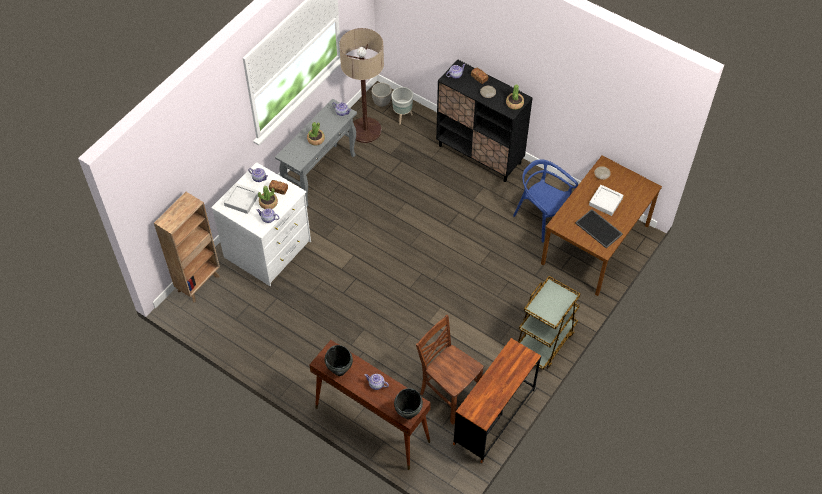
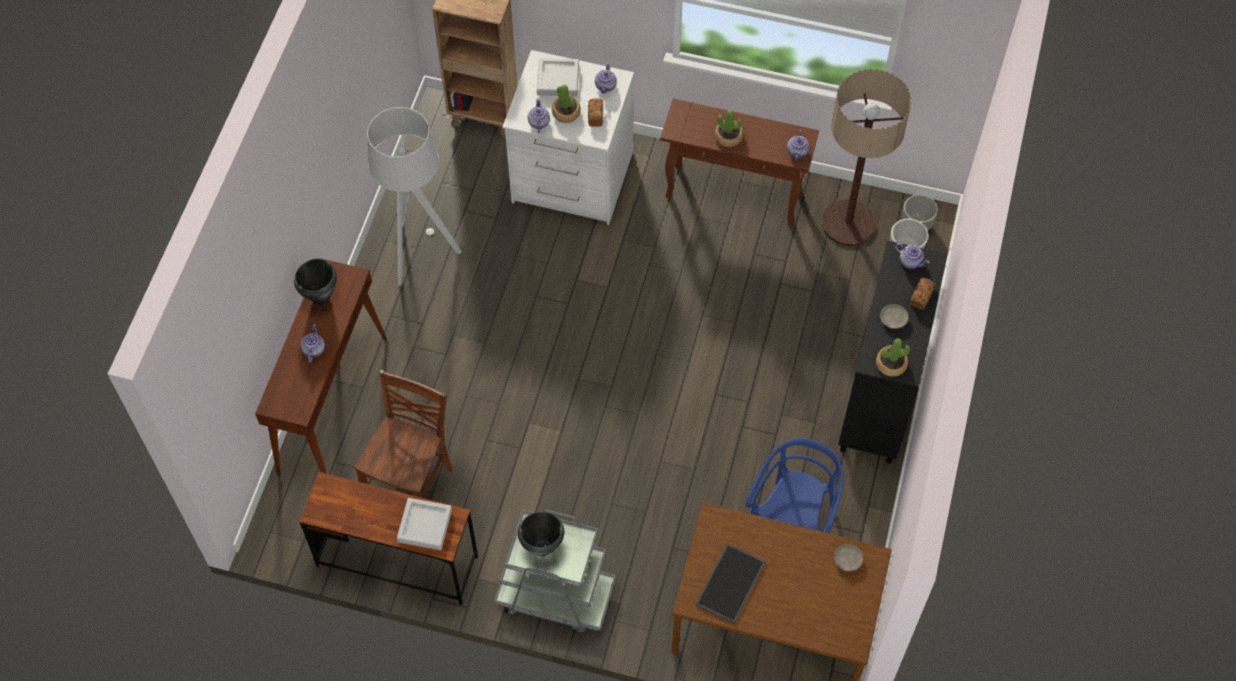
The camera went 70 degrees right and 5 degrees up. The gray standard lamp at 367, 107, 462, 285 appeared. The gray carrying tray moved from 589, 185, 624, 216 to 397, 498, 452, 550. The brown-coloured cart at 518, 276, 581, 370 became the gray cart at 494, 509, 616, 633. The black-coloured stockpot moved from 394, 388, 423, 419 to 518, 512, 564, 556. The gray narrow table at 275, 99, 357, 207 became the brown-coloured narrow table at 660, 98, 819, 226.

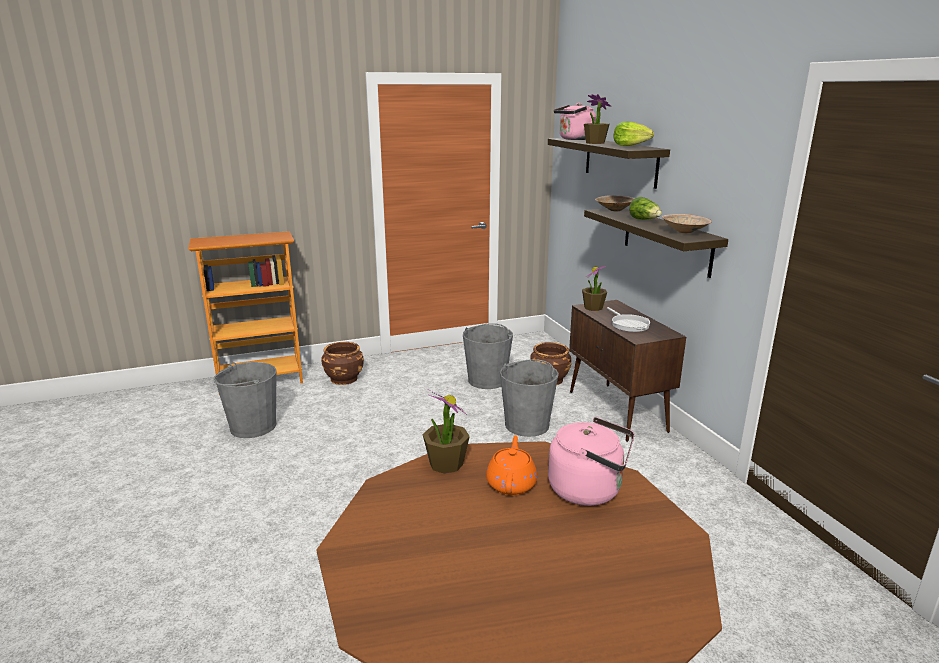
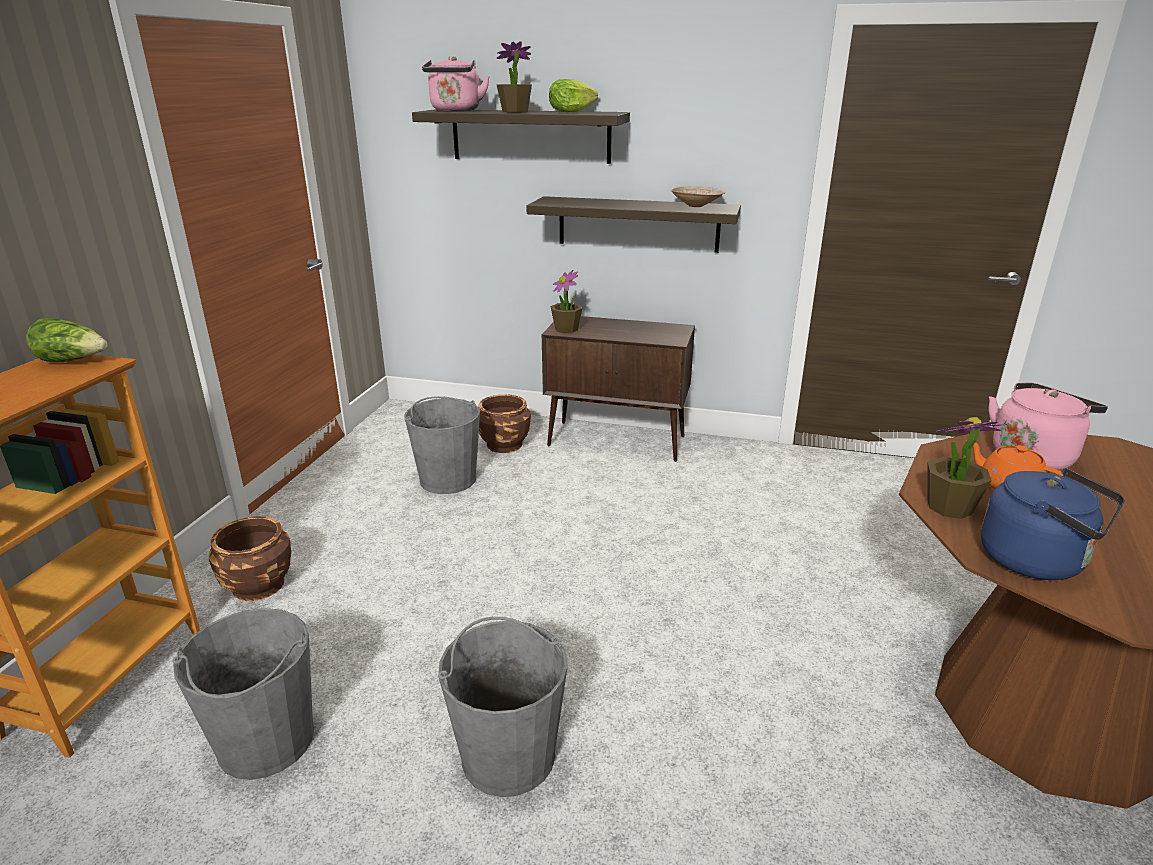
The camera went 55 degrees left and 5 degrees up. The lettuce moved from 629, 197, 662, 220 to 26, 318, 107, 362. The gray water bucket moved from 500, 359, 559, 437 to 438, 617, 568, 797. The blue water kettle at 981, 468, 1124, 580 appeared. The beige bowl at 595, 195, 635, 211 disappeared. The skillet at 607, 307, 650, 332 disappeared.

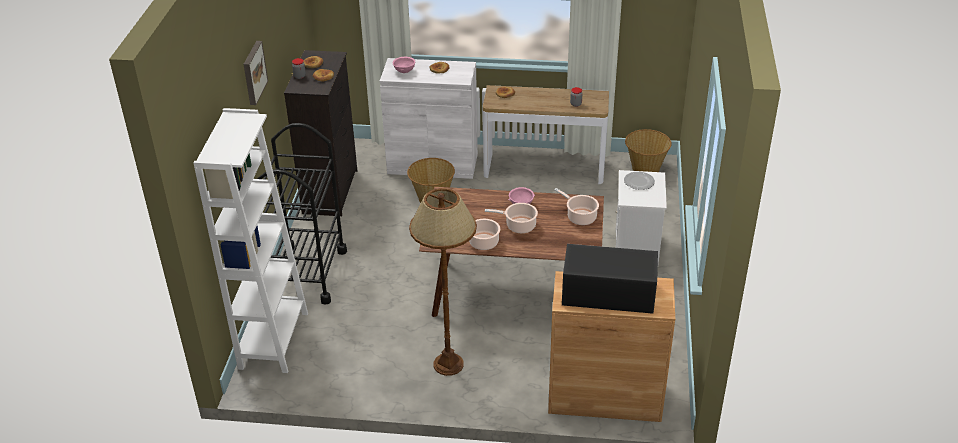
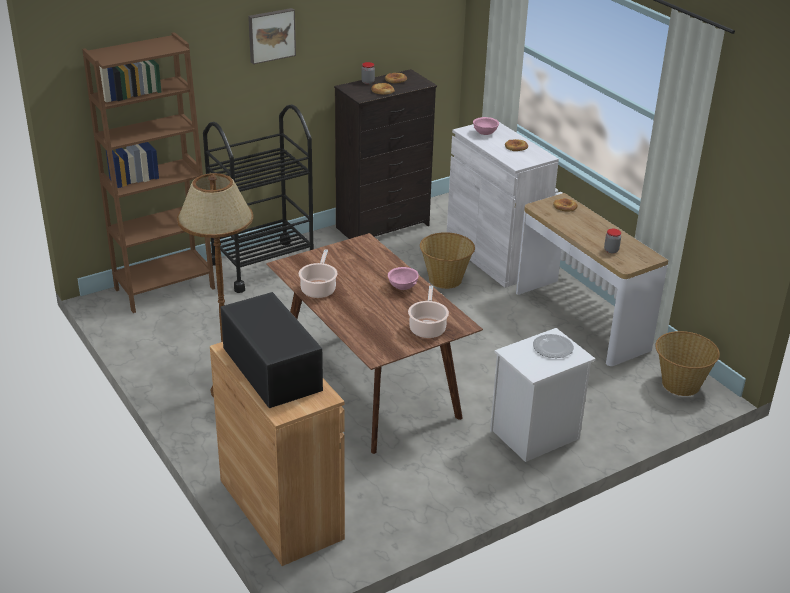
The camera went 50 degrees right and 5 degrees down. The whitish shelving unit at 193, 108, 308, 373 became the brown-coloured shelving unit at 82, 32, 215, 313. The stockpot at 485, 203, 538, 233 disappeared.

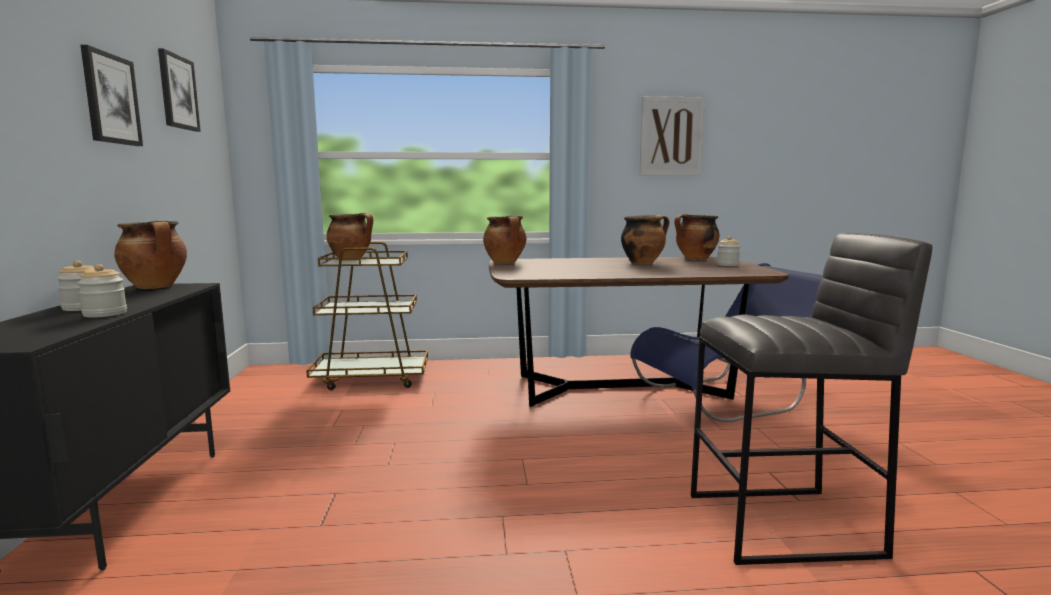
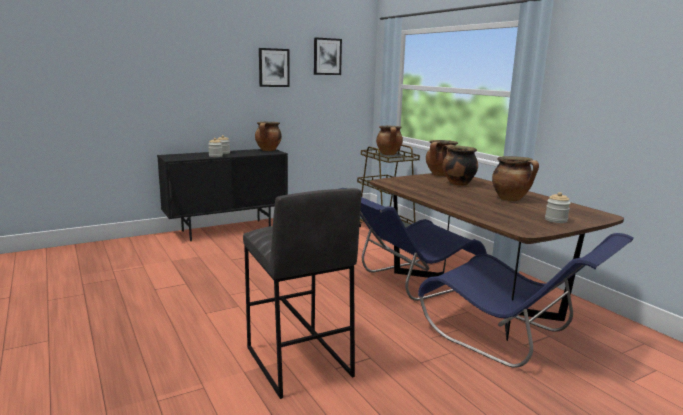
The camera went 65 degrees right and 5 degrees up. The blue plain chair at 339, 188, 486, 301 appeared. The stockpot moved from 674, 214, 719, 260 to 442, 145, 478, 186. The picture at 639, 96, 705, 176 disappeared.

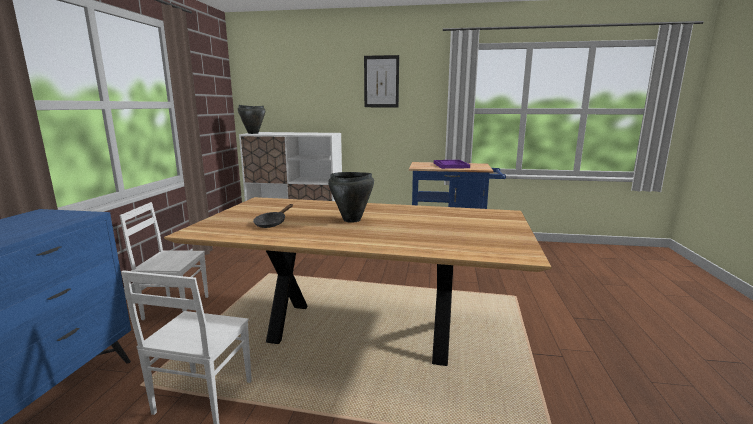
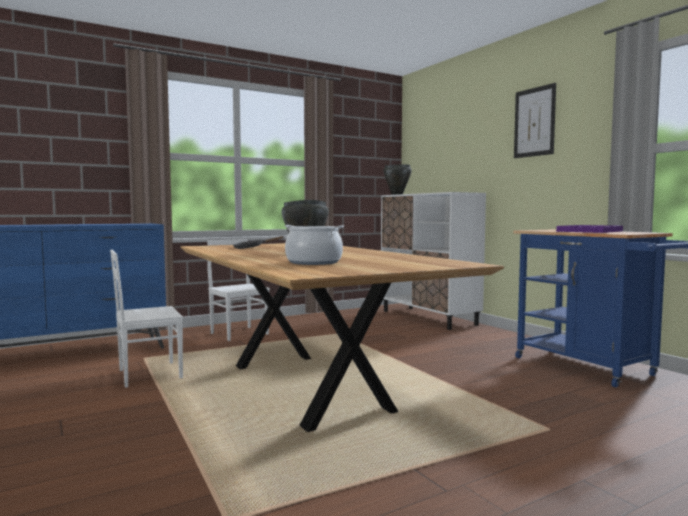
The camera went 50 degrees right and 10 degrees down. The stockpot at 285, 225, 344, 265 appeared.

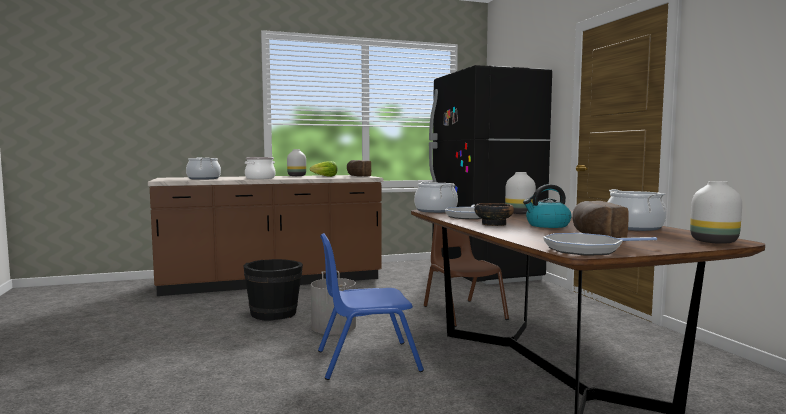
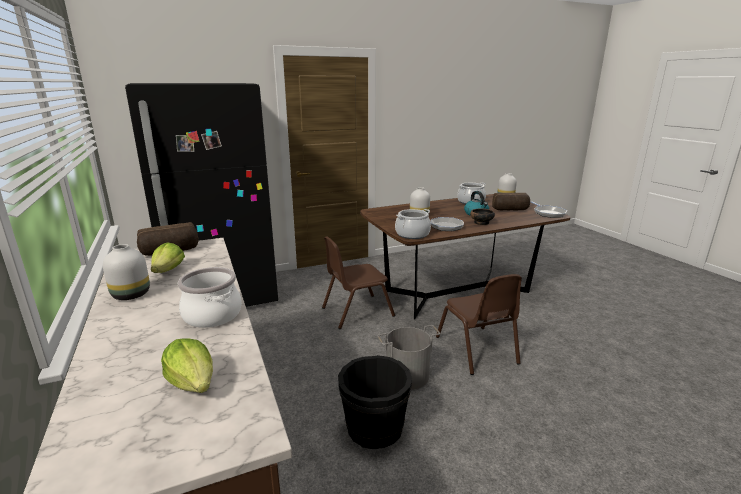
The camera went 95 degrees left and 15 degrees up. The stockpot at 186, 157, 221, 180 was replaced by the lettuce at 161, 338, 213, 393. The blue plain chair at 318, 233, 424, 380 became the brown-coloured plain chair at 436, 274, 522, 375.

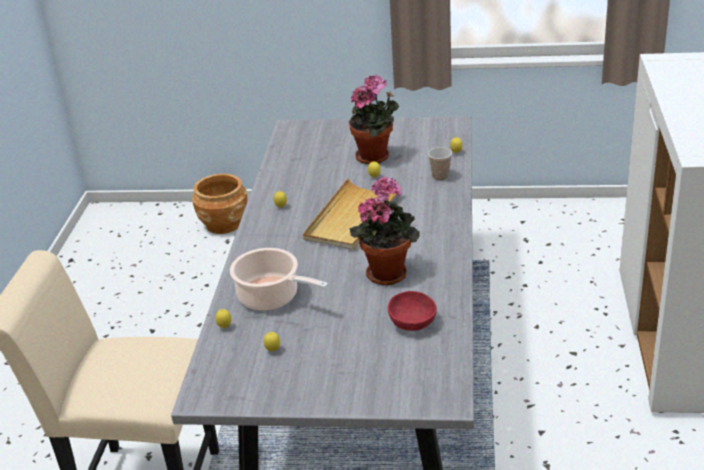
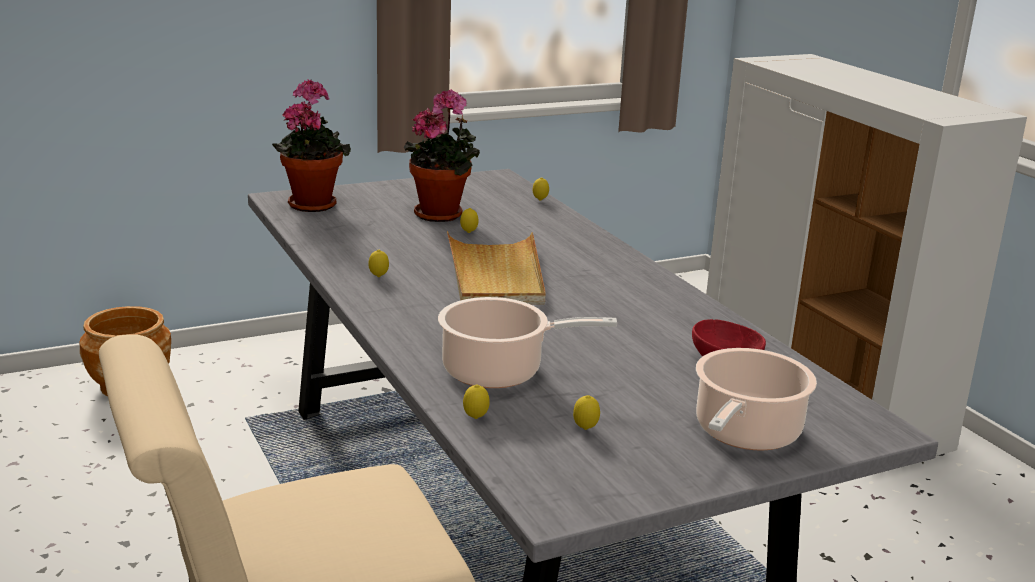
The camera went 35 degrees left and 10 degrees down. The plant in a pot moved from 349, 176, 420, 285 to 272, 79, 351, 212. The stockpot at 696, 348, 817, 451 appeared. The small cup at 428, 147, 452, 181 disappeared.

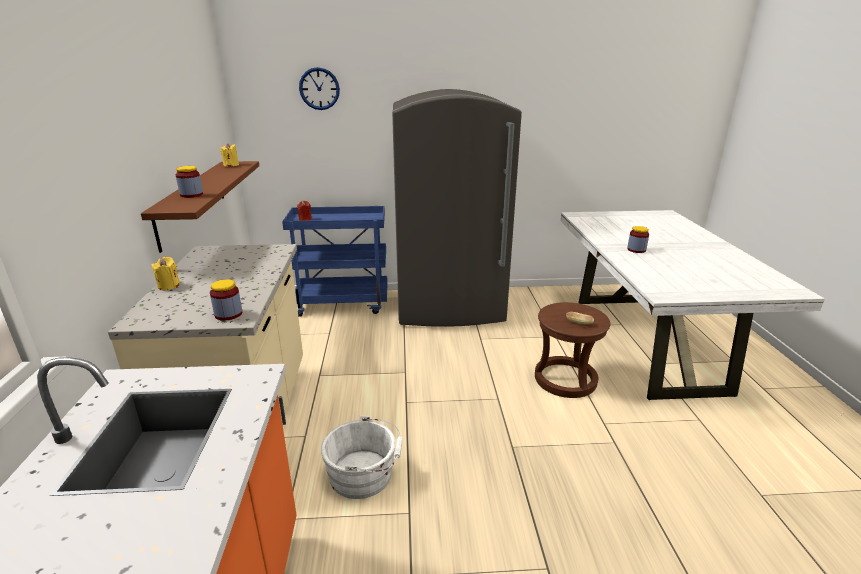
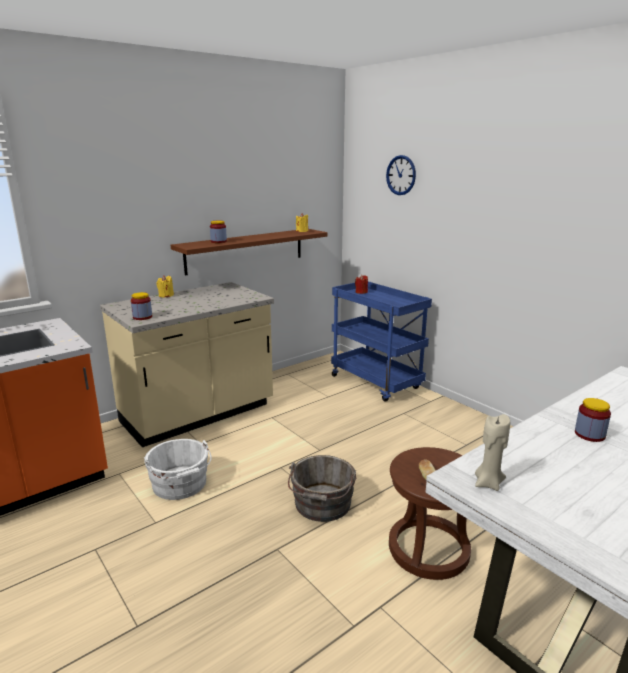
The camera went 55 degrees right and 5 degrees down. The gray water bucket at 288, 455, 356, 522 appeared. The beige candle at 475, 414, 510, 491 appeared. The gray refrigerator at 392, 89, 522, 327 disappeared.

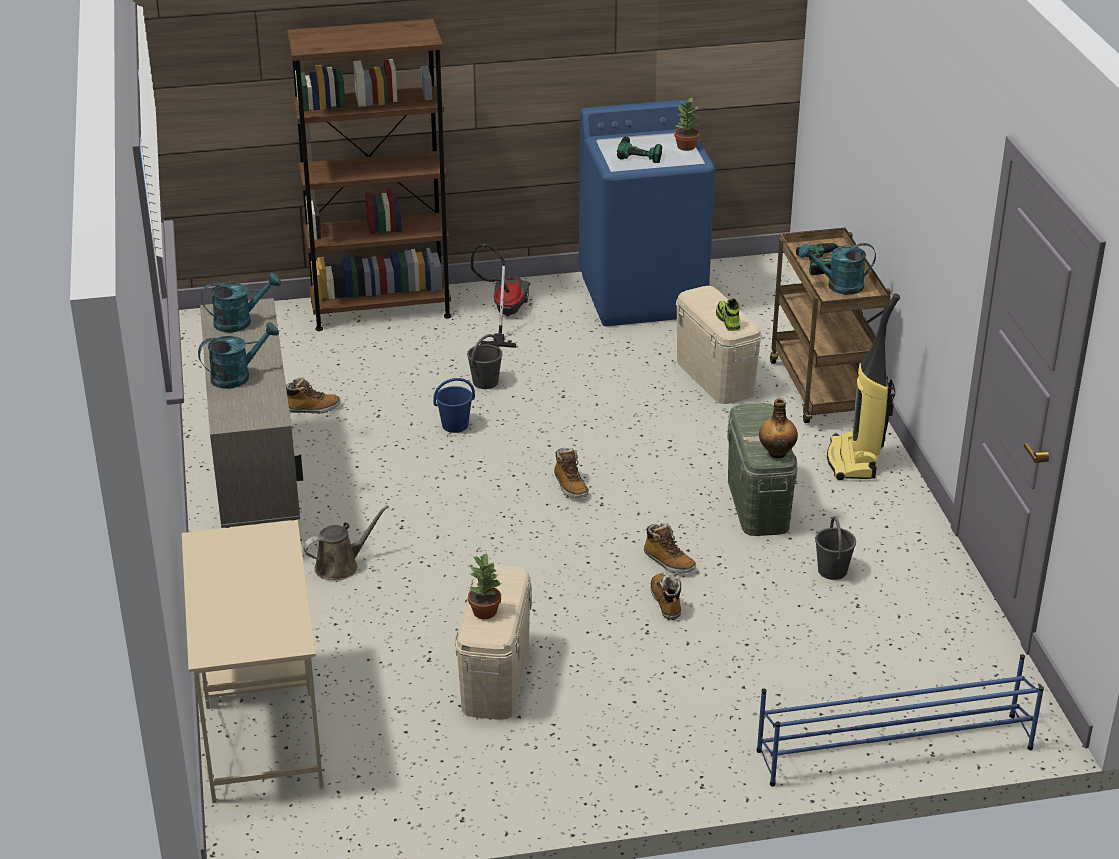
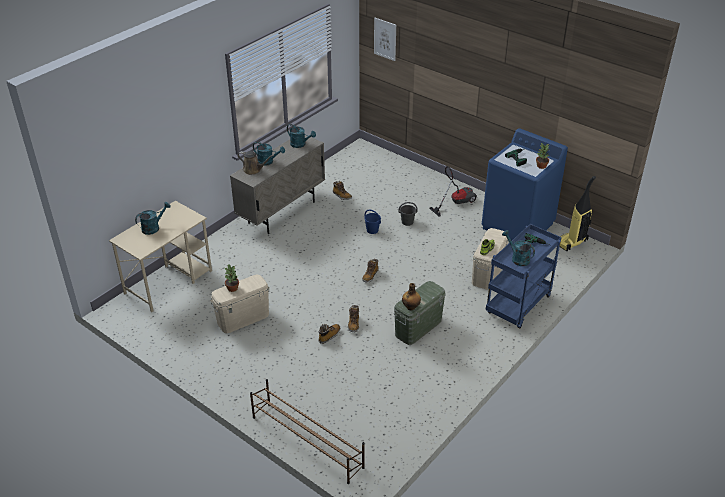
The camera went 50 degrees right and 5 degrees up. The turquoise-coloured watering can at 135, 202, 171, 235 appeared. The brown-coloured watering can moved from 303, 505, 389, 580 to 237, 151, 274, 175. The blue shoe rack at 756, 654, 1044, 787 became the brown-coloured shoe rack at 250, 379, 365, 484. The picture at 374, 18, 396, 61 appeared. The brown-coloured cart at 770, 228, 891, 423 became the blue cart at 486, 224, 562, 329. The vacuum cleaner moved from 827, 293, 900, 480 to 560, 176, 596, 252. The brown-coloured shelving unit at 287, 19, 451, 331 disappeared. The gray water bucket at 815, 516, 856, 580 disappeared.

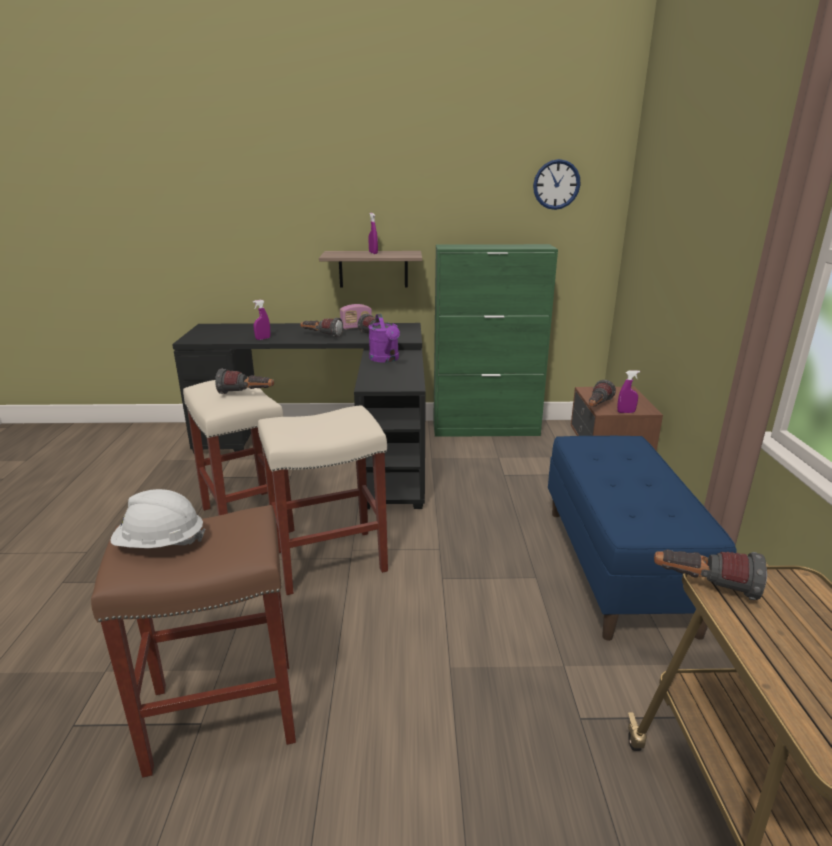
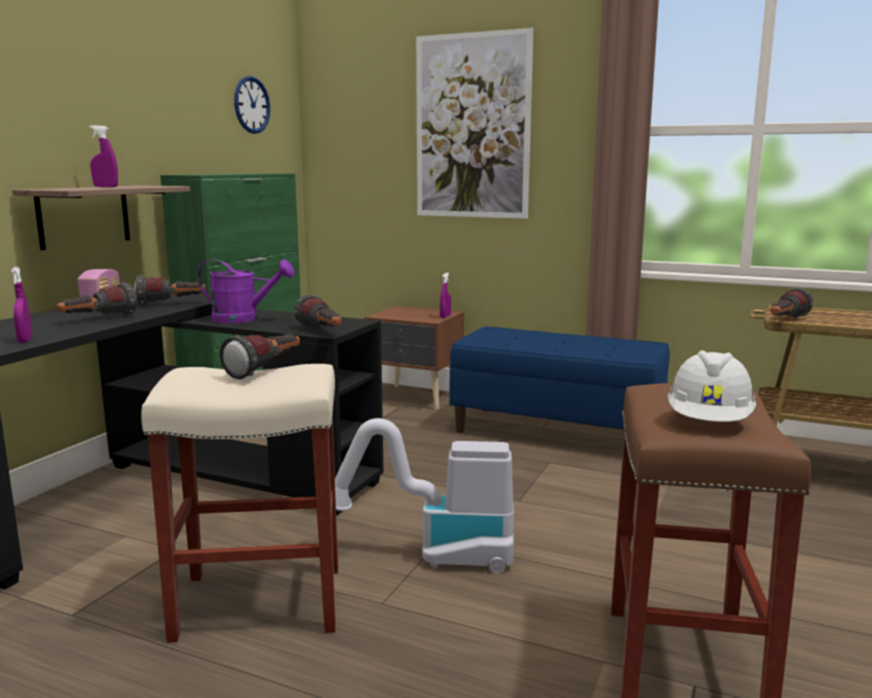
The camera went 65 degrees left and 10 degrees down. The hand torch moved from 589, 380, 616, 407 to 294, 294, 342, 327. The beige stool at 258, 405, 388, 595 was replaced by the vacuum cleaner at 335, 418, 514, 573. The picture at 416, 28, 533, 219 appeared.

